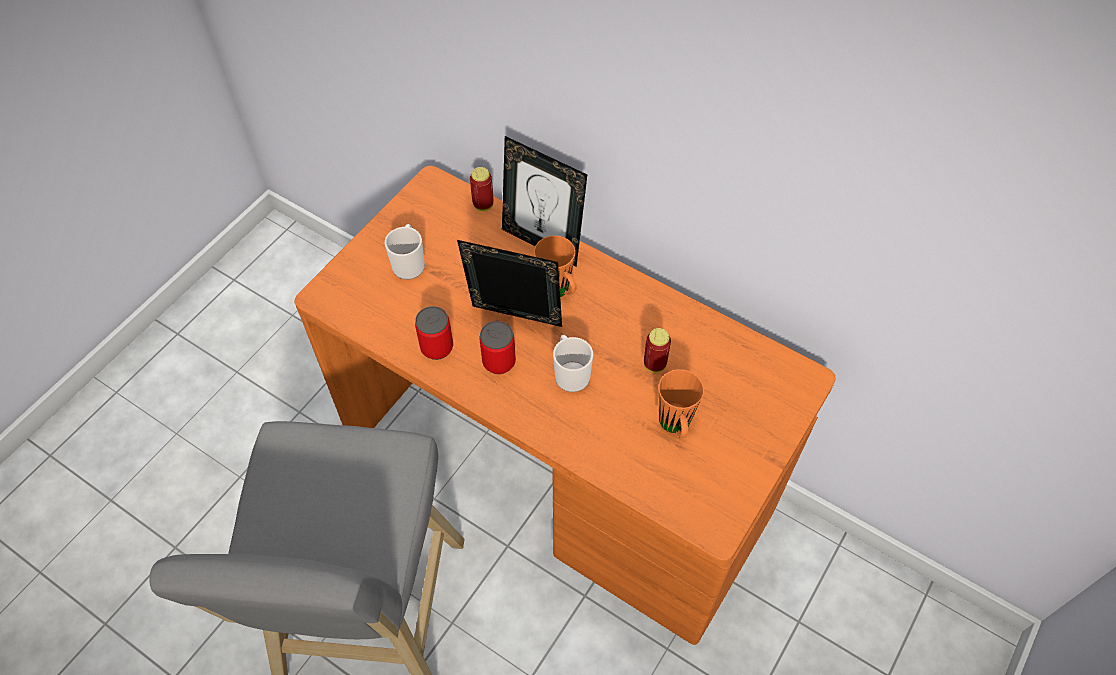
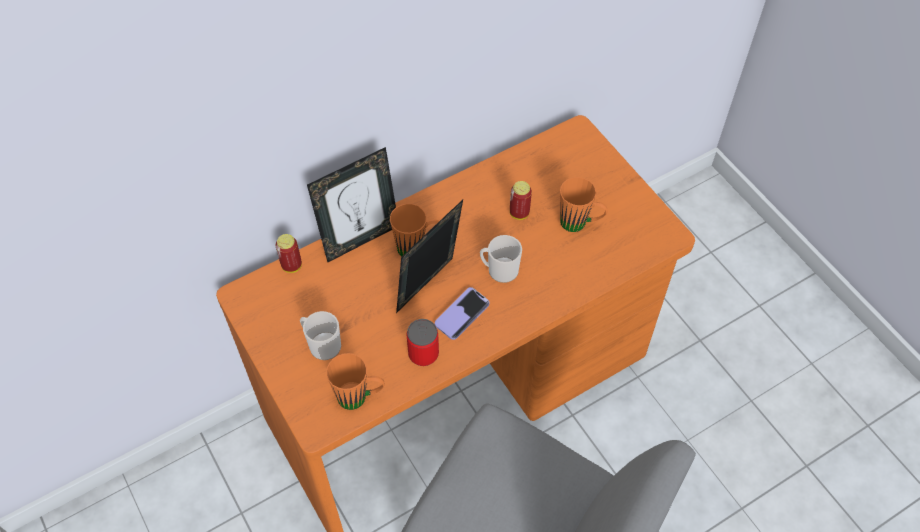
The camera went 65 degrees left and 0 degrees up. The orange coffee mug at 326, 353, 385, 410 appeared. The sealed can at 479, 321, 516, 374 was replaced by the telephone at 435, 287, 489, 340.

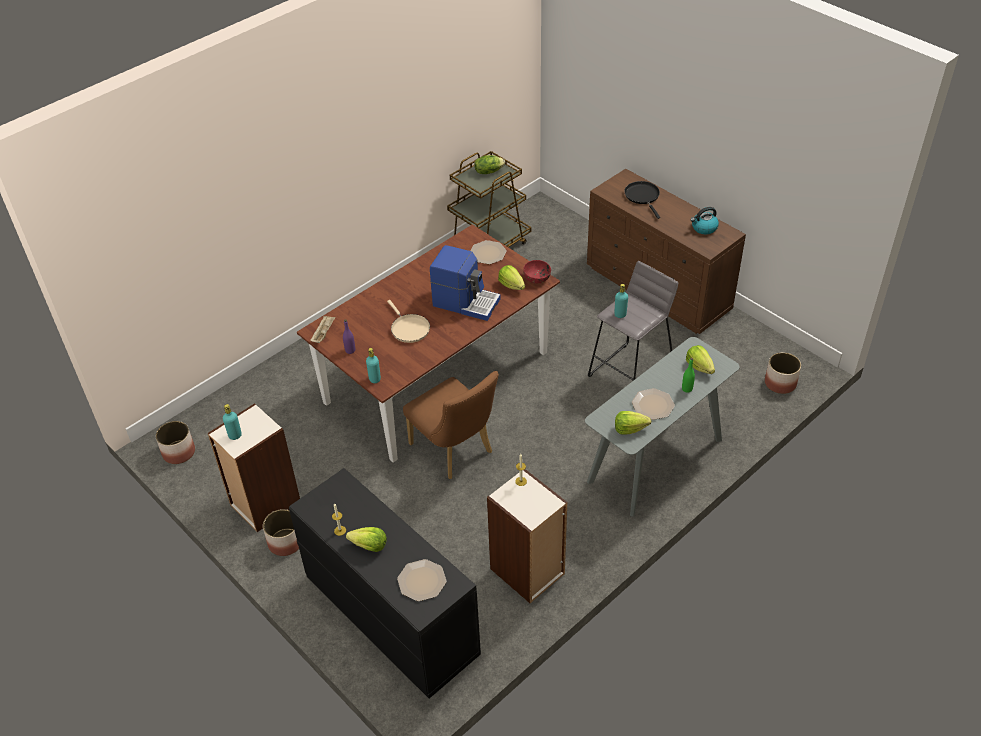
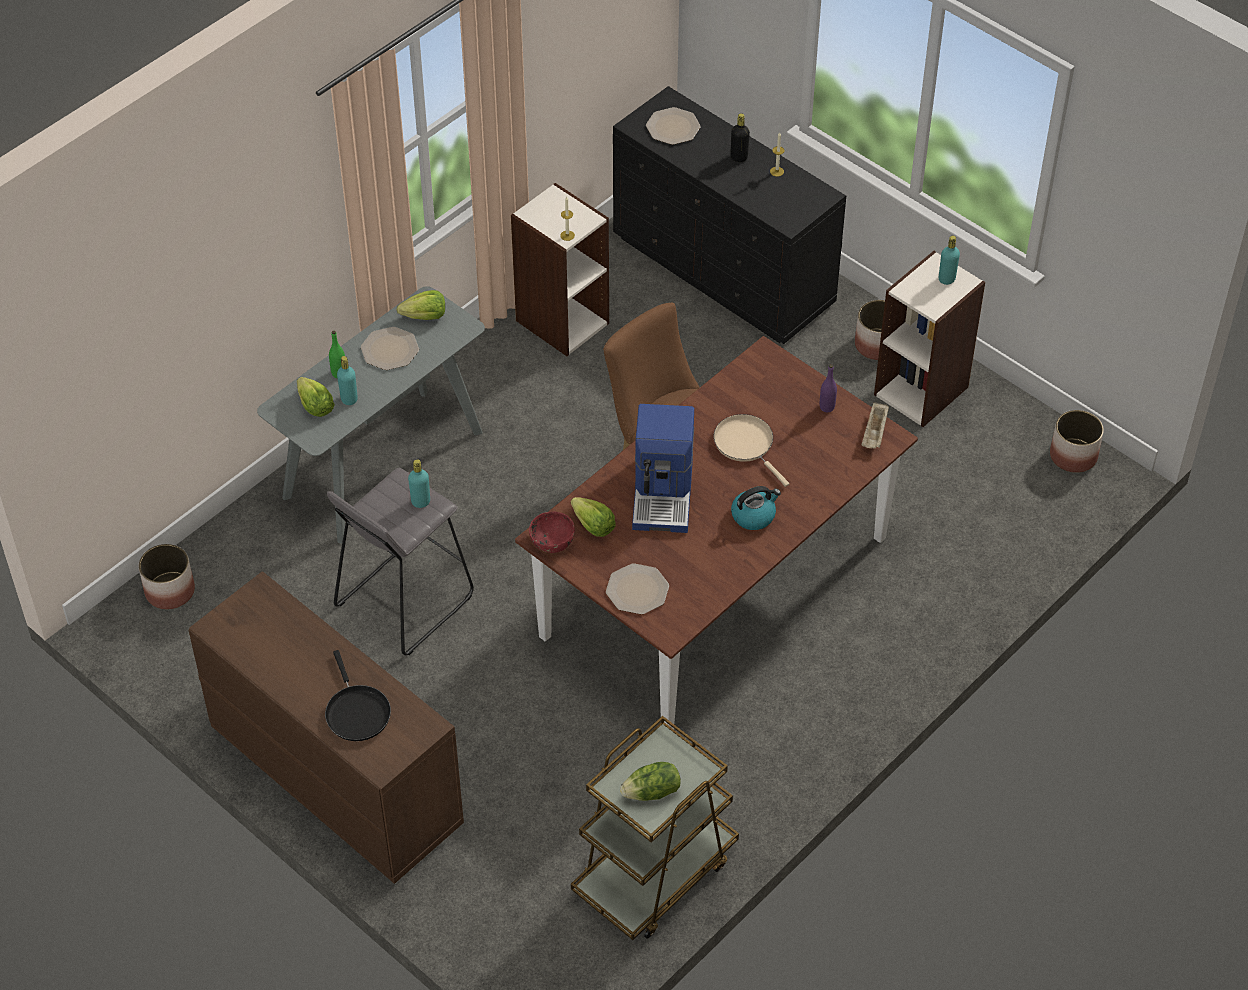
The camera went 175 degrees right and 5 degrees up. The turquoise-coloured beverage bottle moved from 366, 348, 381, 383 to 337, 356, 358, 405. The coffee machine at 430, 245, 501, 321 turned 105 degrees counterclockwise. The lettuce at 346, 527, 387, 552 was replaced by the black-coloured beverage bottle at 731, 113, 750, 162. The water kettle moved from 690, 207, 719, 234 to 731, 486, 781, 530.

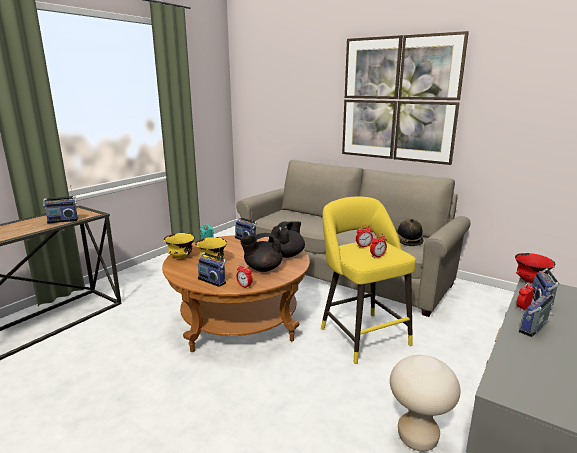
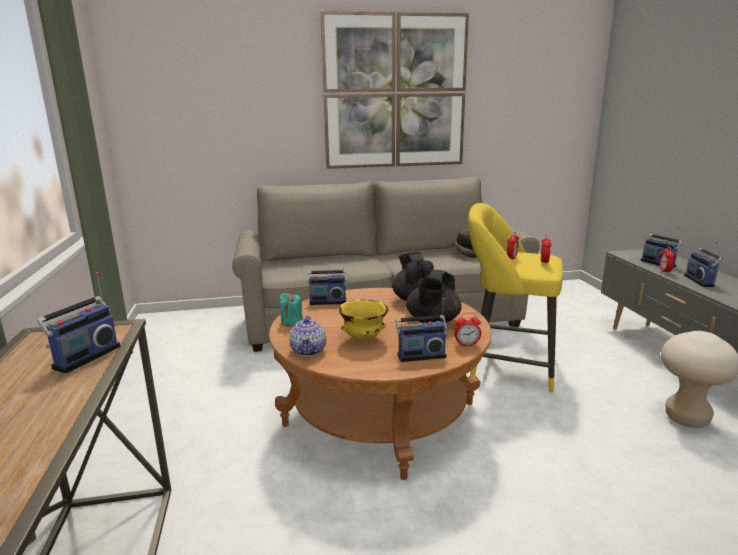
The camera went 45 degrees left and 0 degrees up. The yellow-coloured bowl at 164, 233, 195, 258 was replaced by the teapot at 289, 316, 326, 356. The reddish bowl at 515, 253, 556, 283 disappeared.

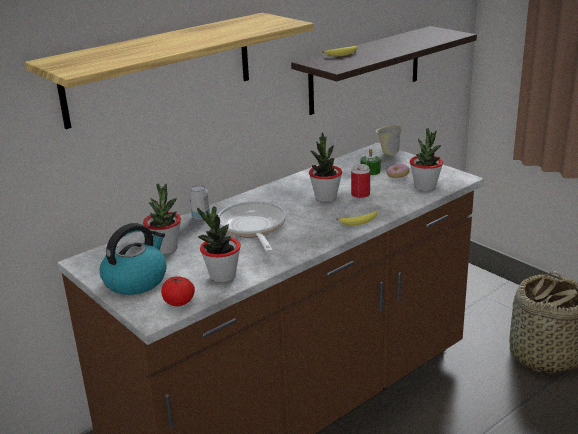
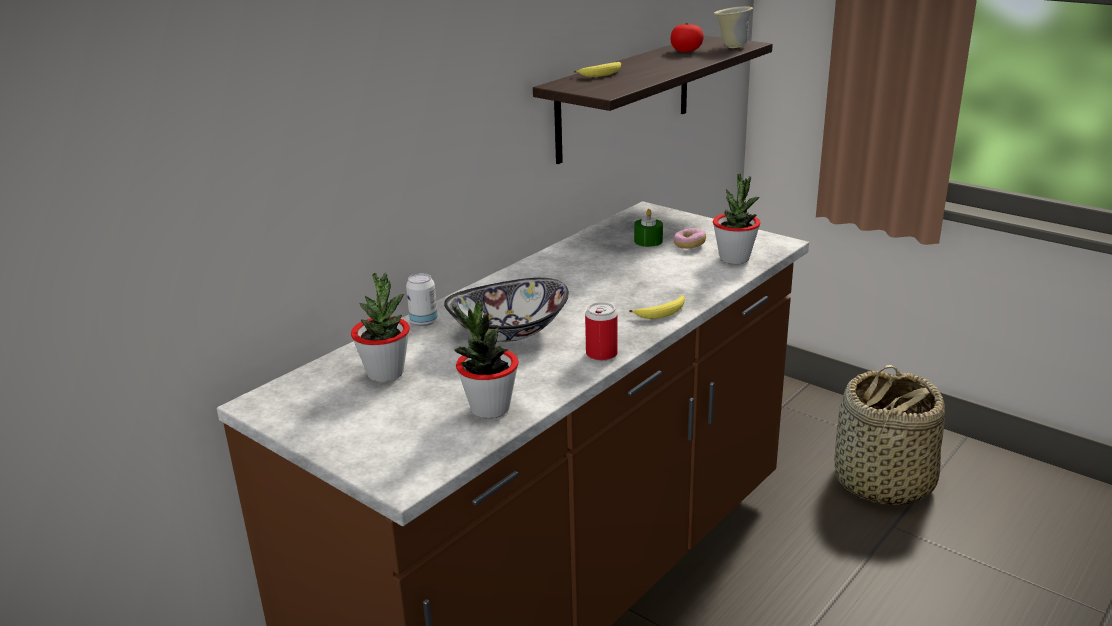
The camera went 10 degrees left and 0 degrees up. The skillet at 218, 201, 286, 252 was replaced by the bowl at 444, 278, 569, 342. The sealed can moved from 351, 164, 370, 199 to 585, 302, 618, 361. The tomato moved from 161, 276, 195, 306 to 671, 23, 704, 52. The beige coffee mug moved from 375, 125, 403, 155 to 714, 6, 753, 48. The wall shelf at 24, 13, 314, 129 disappeared. The water kettle at 100, 223, 167, 295 disappeared. The plant in a pot at 309, 132, 342, 202 disappeared.

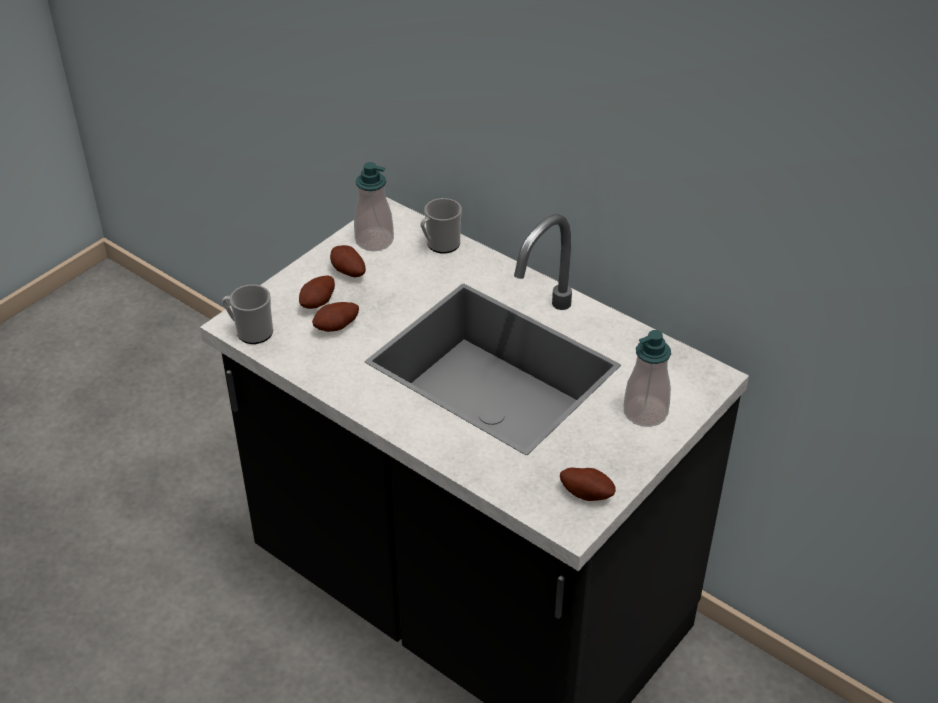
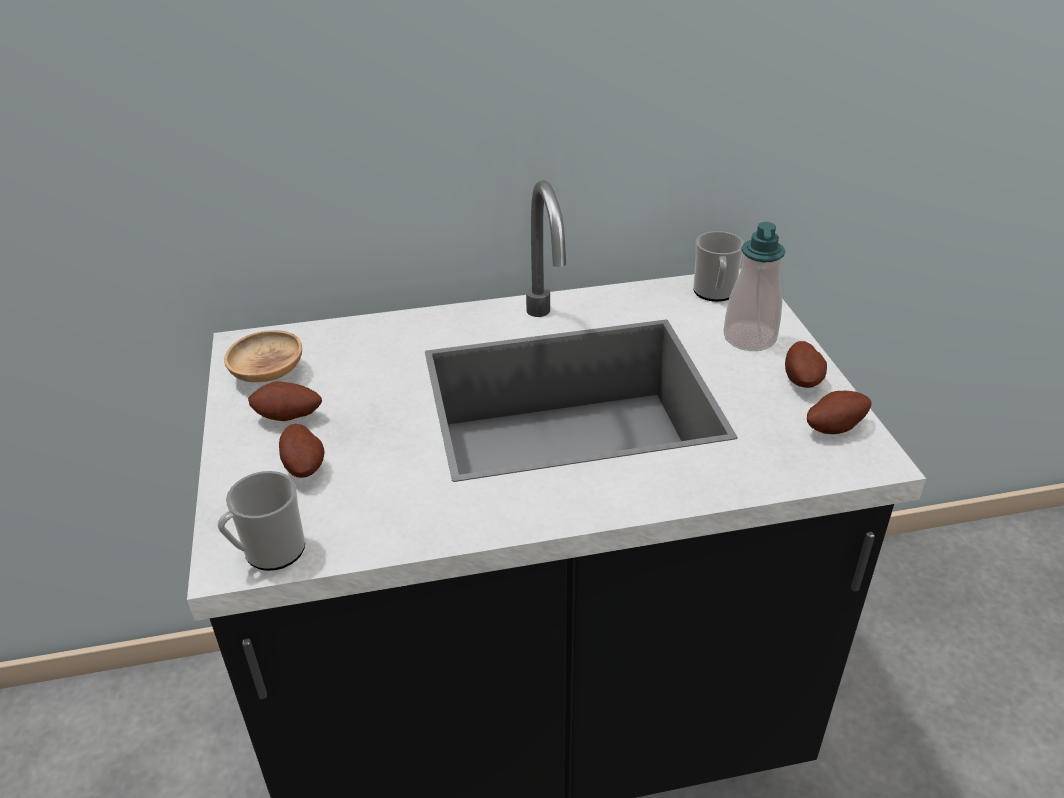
The camera went 50 degrees left and 5 degrees down. The soap bottle at 354, 162, 394, 251 was replaced by the brown-coloured bowl at 224, 330, 302, 382. The coffee mug moved from 420, 198, 462, 253 to 693, 231, 744, 302. The spud moved from 312, 302, 359, 332 to 785, 341, 827, 388.

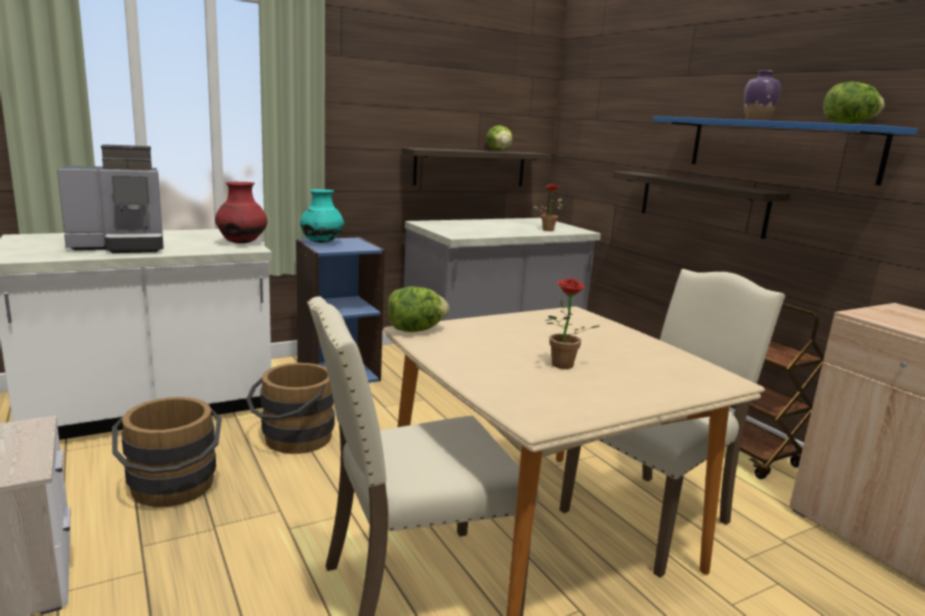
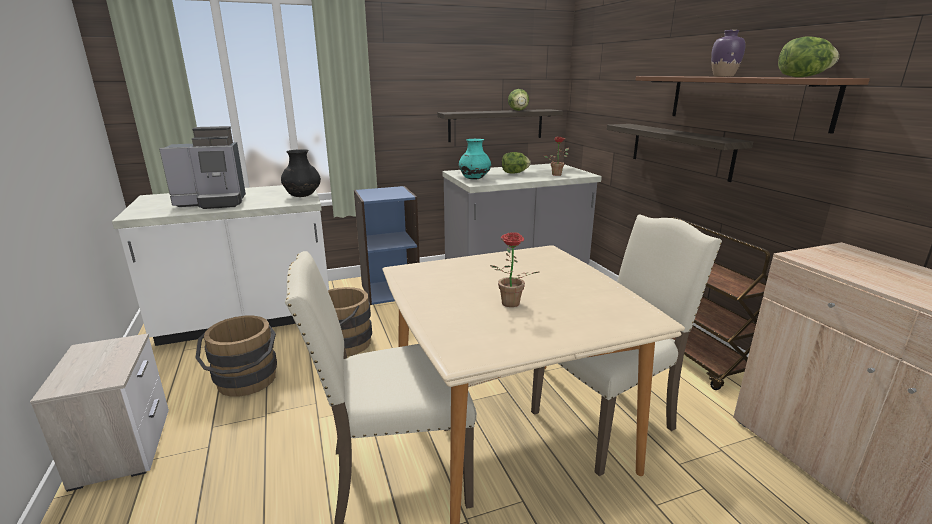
The camera went 10 degrees right and 5 degrees up. The reddish decorative vase at 215, 182, 268, 244 became the black-coloured decorative vase at 281, 149, 321, 197. The turquoise-coloured decorative vase moved from 300, 189, 344, 243 to 459, 139, 491, 180. The lettuce moved from 387, 286, 449, 332 to 502, 152, 531, 174. The blue wall shelf at 653, 116, 918, 186 became the brown-coloured wall shelf at 635, 76, 870, 134.

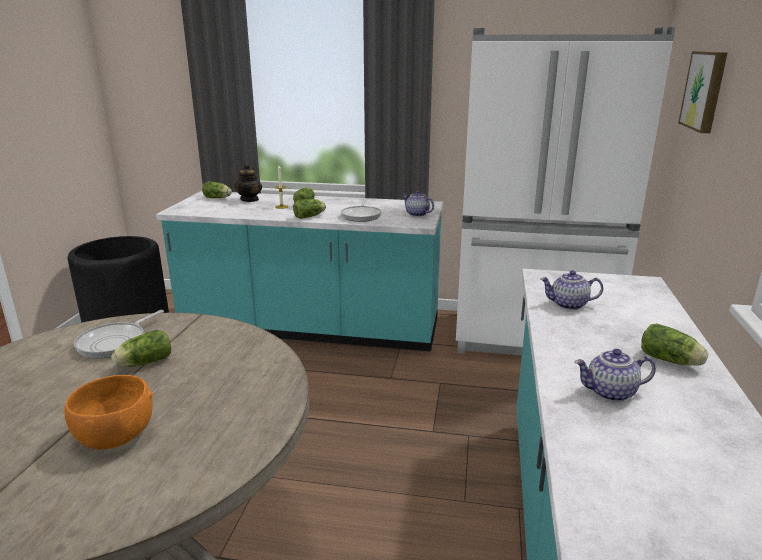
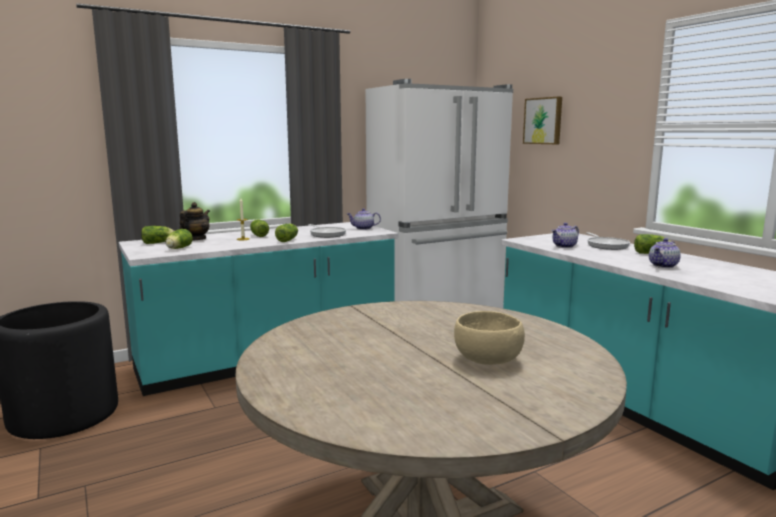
The camera went 40 degrees left and 10 degrees down. The lettuce moved from 111, 330, 171, 367 to 165, 229, 193, 249. The teapot at 235, 163, 262, 202 turned 120 degrees counterclockwise. The orange bowl at 64, 375, 153, 450 became the beige bowl at 454, 311, 525, 365. The skillet moved from 74, 310, 164, 359 to 586, 232, 630, 250.

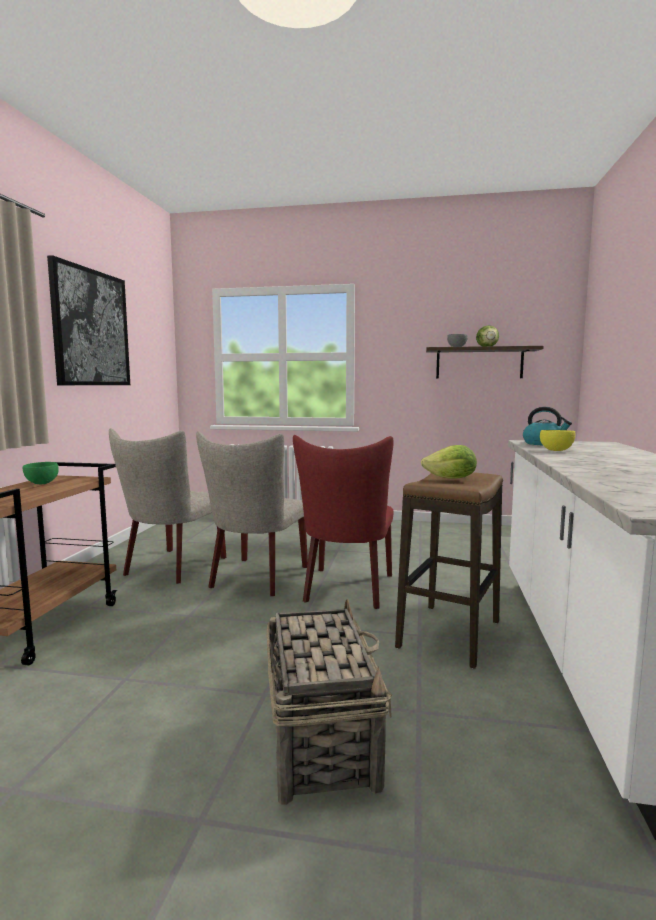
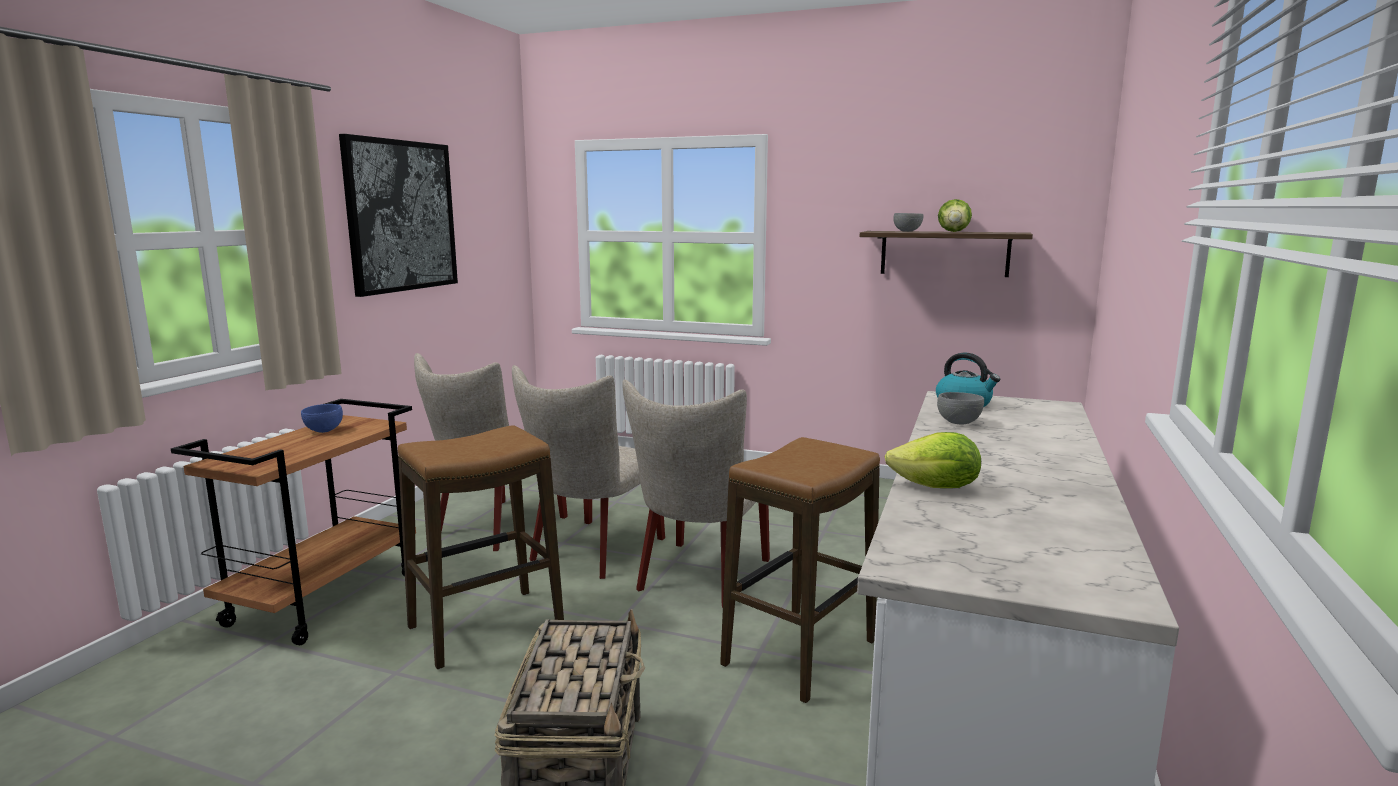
The camera went 10 degrees right and 5 degrees up. The greenish bowl at 23, 462, 59, 484 became the blue bowl at 301, 404, 343, 433. The stool at 398, 425, 564, 669 appeared. The reddish plain chair at 293, 435, 394, 609 became the beige plain chair at 622, 380, 770, 608. The lettuce moved from 421, 445, 477, 479 to 885, 432, 981, 488. The yellow-coloured bowl at 540, 430, 576, 451 became the gray bowl at 937, 392, 984, 425.

